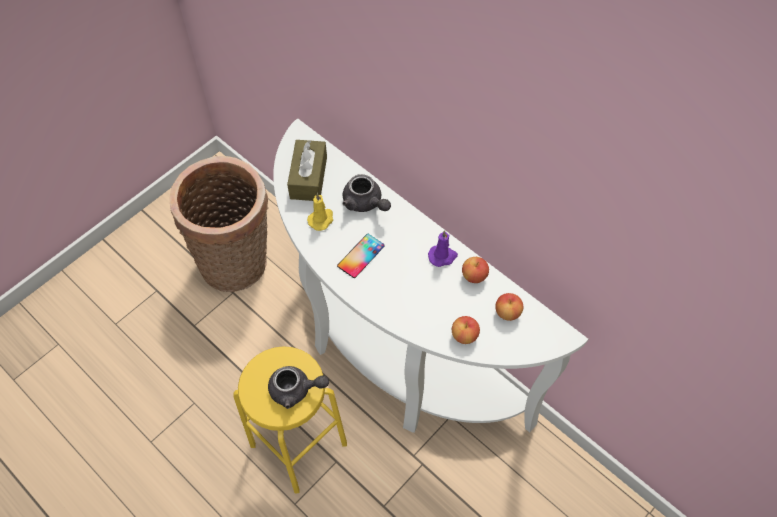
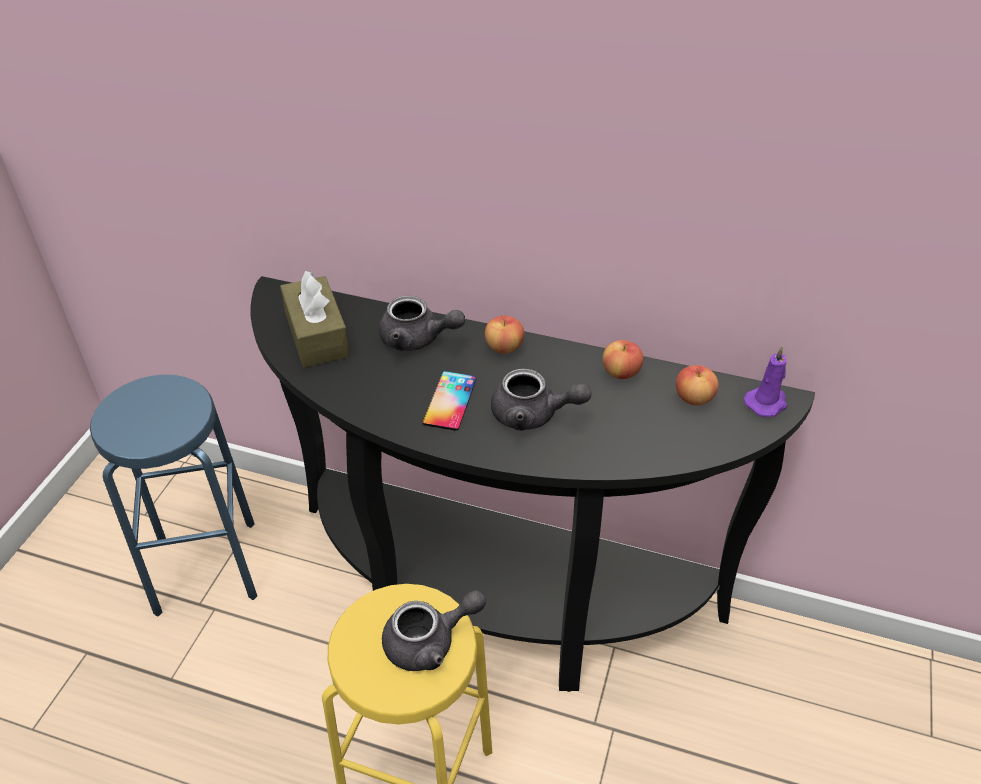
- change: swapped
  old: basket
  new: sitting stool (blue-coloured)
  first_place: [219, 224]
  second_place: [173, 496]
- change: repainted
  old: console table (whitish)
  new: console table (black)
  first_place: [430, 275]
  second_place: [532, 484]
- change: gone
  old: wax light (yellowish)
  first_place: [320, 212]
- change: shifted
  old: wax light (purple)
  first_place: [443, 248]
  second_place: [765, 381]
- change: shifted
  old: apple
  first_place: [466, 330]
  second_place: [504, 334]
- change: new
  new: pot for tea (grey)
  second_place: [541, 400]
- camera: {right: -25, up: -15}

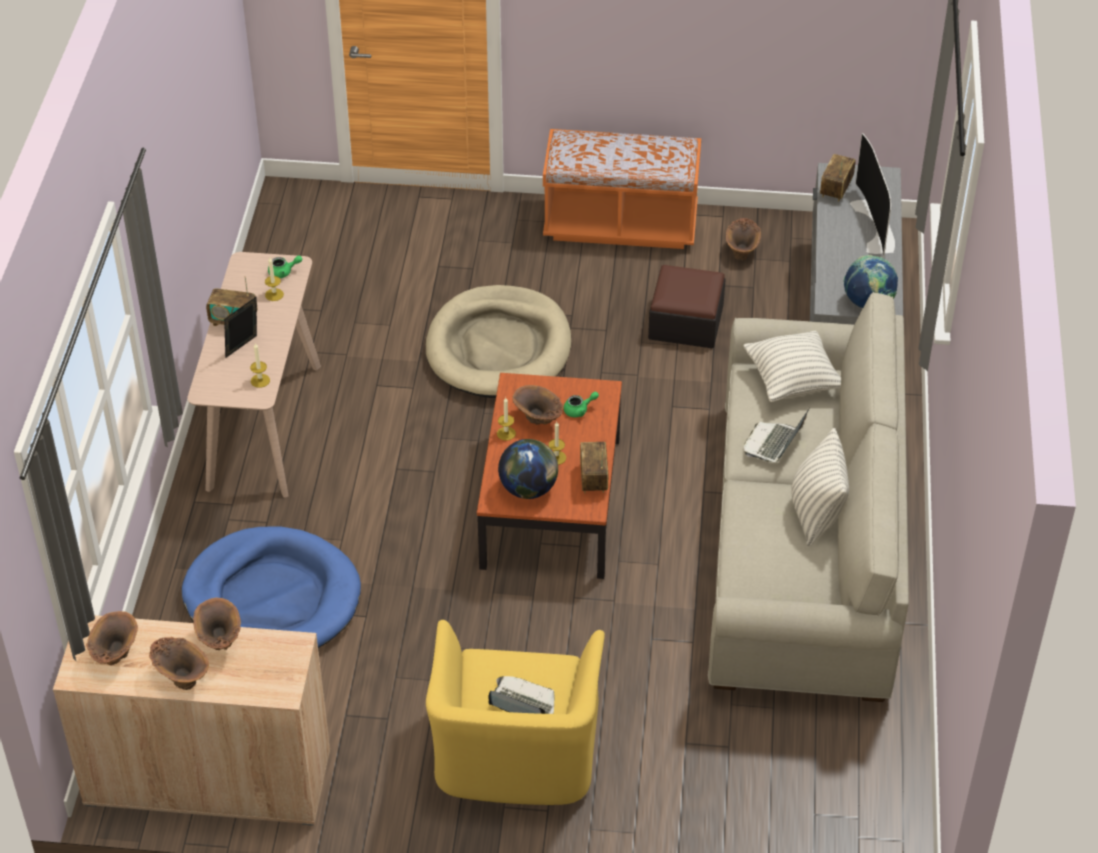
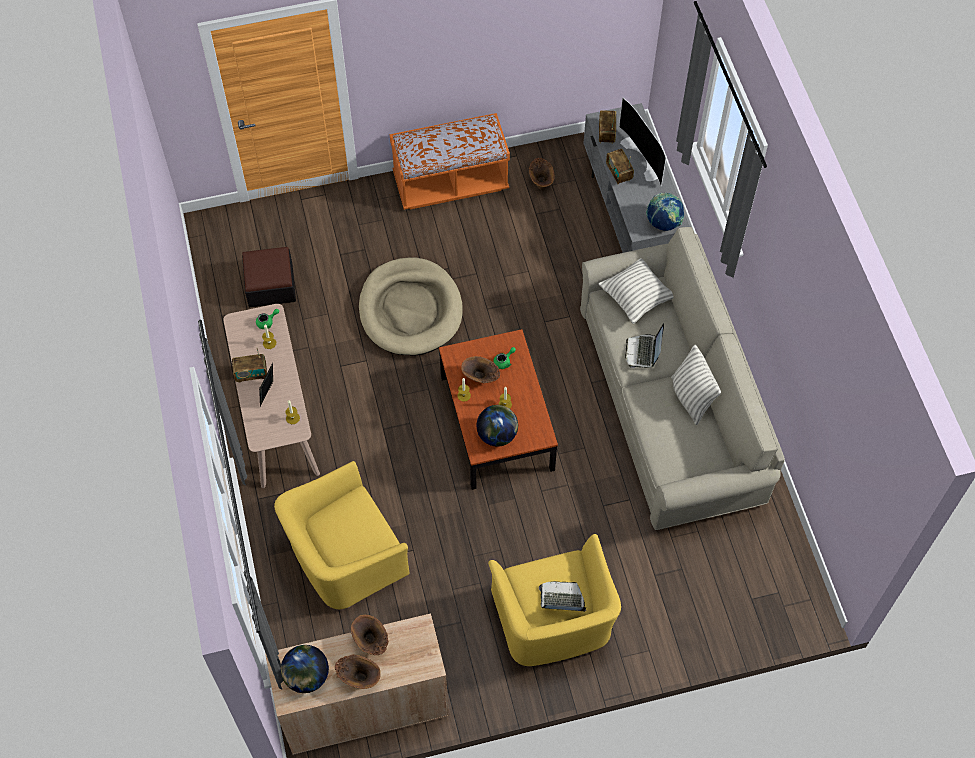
- change: swapped
  old: decorative vase (brownish)
  new: world globe
  first_place: [112, 638]
  second_place: [305, 669]
- change: swapped
  old: dog bed (blue-coloured)
  new: armchair (yellowish)
  first_place: [271, 587]
  second_place: [342, 535]
- change: shifted
  old: radio
  first_place: [594, 467]
  second_place: [620, 166]
- change: shifted
  old: pouffe
  first_place: [687, 306]
  second_place: [269, 277]
- camera: {right: -20, up: 15}

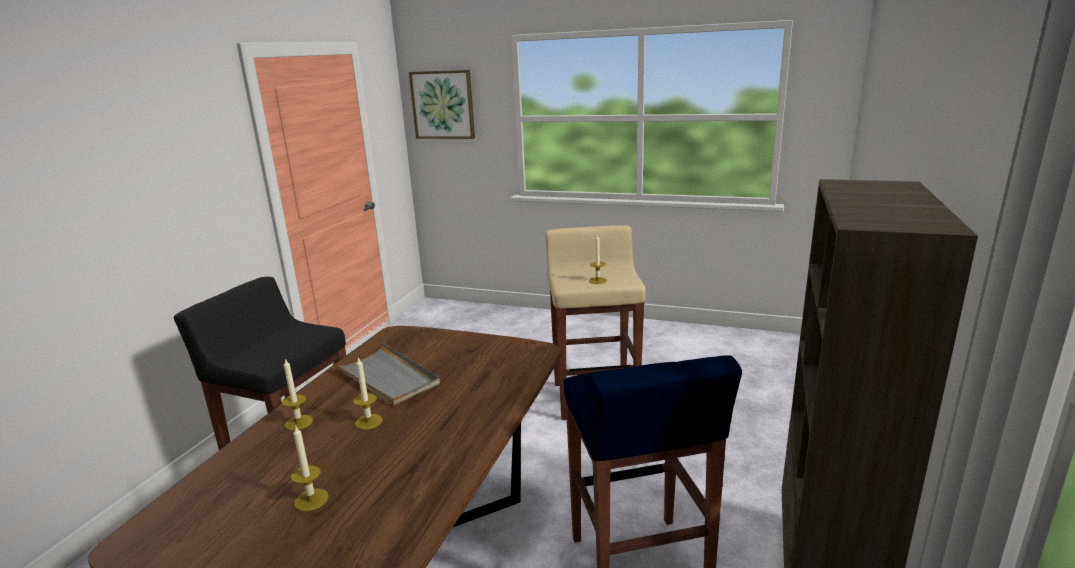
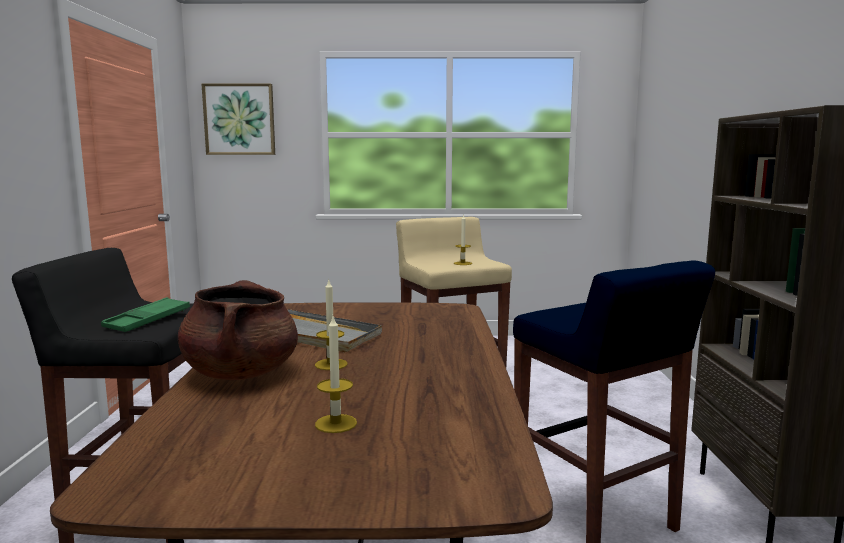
- change: swapped
  old: wax light
  new: saucepot (brownish)
  first_place: [297, 394]
  second_place: [238, 330]
- change: new
  new: carrying tray (green-coloured)
  second_place: [145, 314]
- camera: {right: -20, up: -10}

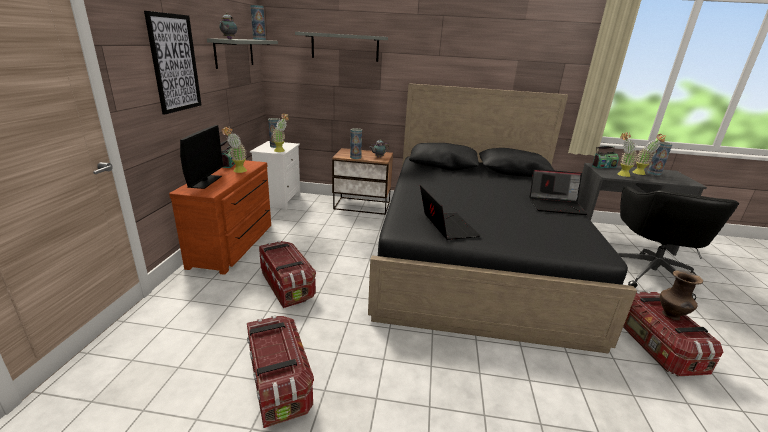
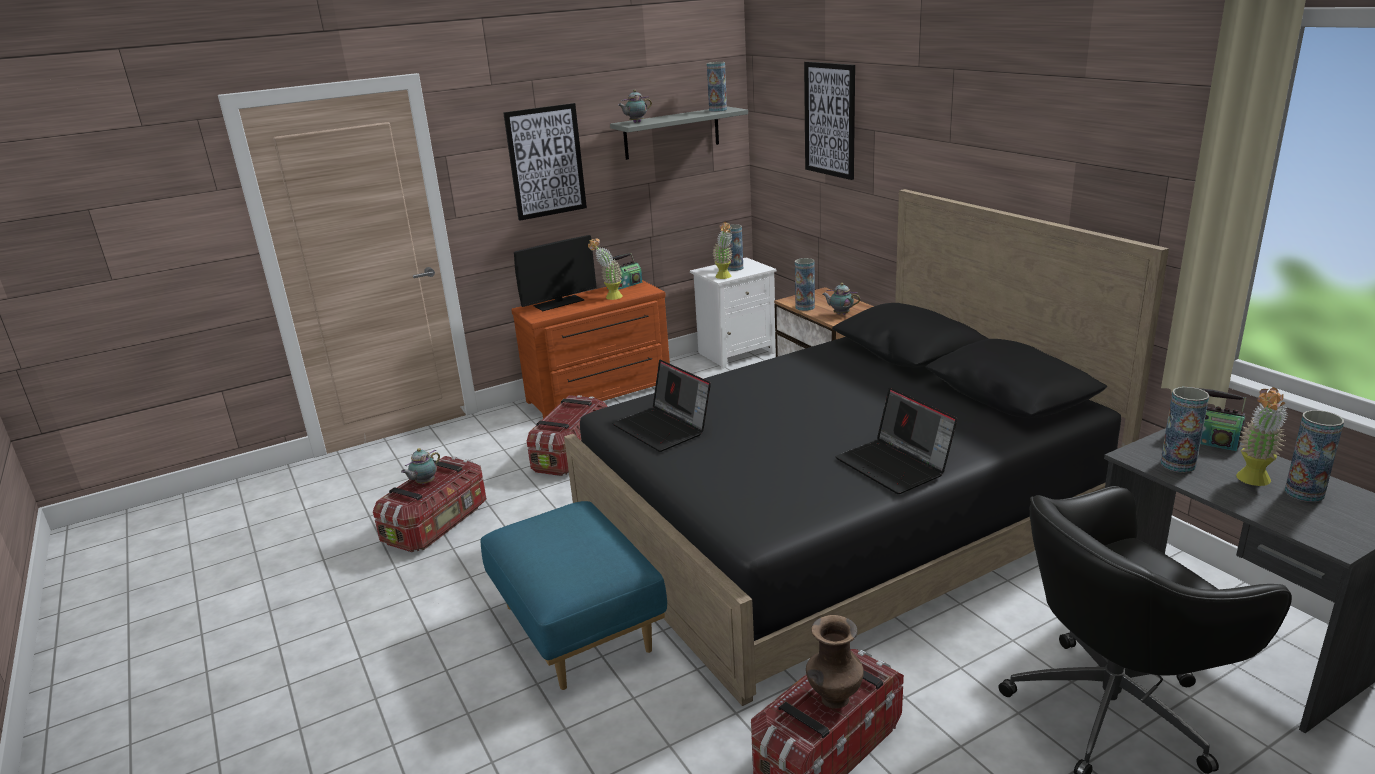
- change: swapped
  old: bracket shelf (grey)
  new: picture
  first_place: [341, 47]
  second_place: [829, 120]
- change: rotated
  old: laptop
  first_place: [450, 212]
  second_place: [661, 406]
  degrees: 105
- change: swapped
  old: houseplant
  new: decorative vase
  first_place: [628, 154]
  second_place: [1184, 430]
- change: new
  new: pot for tea
  second_place: [420, 466]
- change: new
  new: pouffe (blue-coloured)
  second_place: [574, 595]
- camera: {right: 55, up: 0}

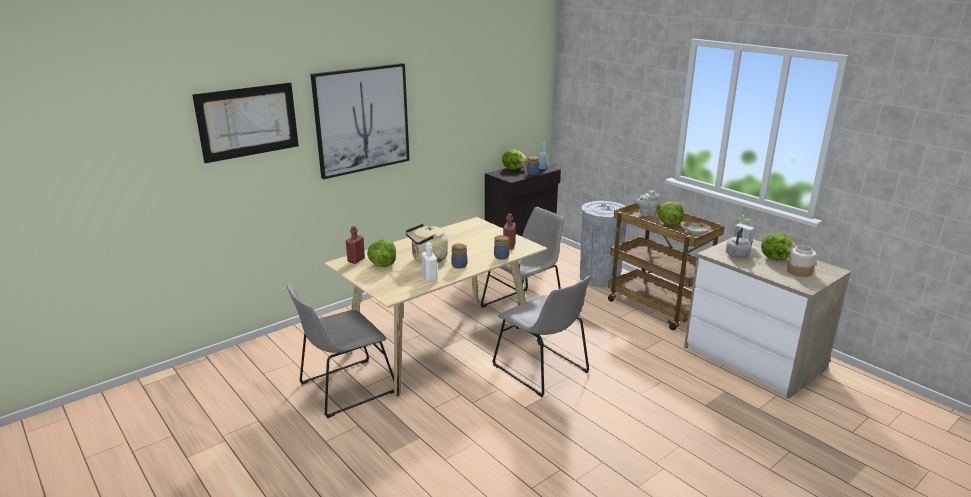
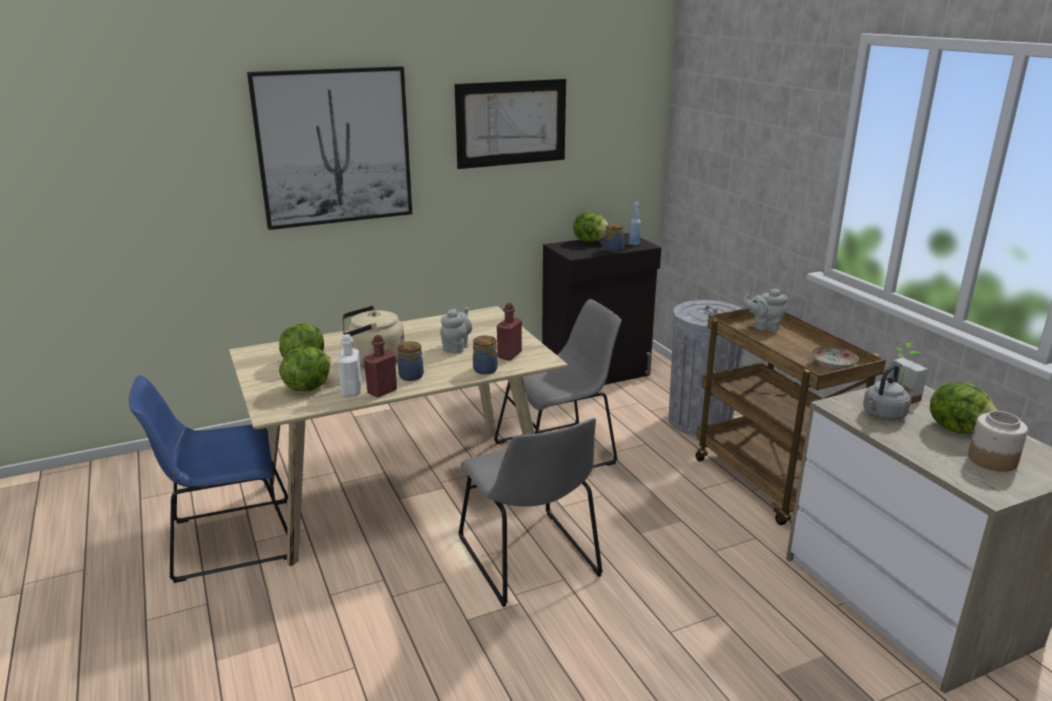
- change: shifted
  old: picture
  first_place: [245, 122]
  second_place: [510, 124]
- change: repainted
  old: chair (grey)
  new: chair (blue-coloured)
  first_place: [340, 351]
  second_place: [208, 479]
- change: shifted
  old: beverage bottle (red-coloured)
  first_place: [355, 245]
  second_place: [380, 366]
- change: shifted
  old: head of lettuce
  first_place: [671, 213]
  second_place: [305, 369]
- change: new
  new: pot for tea (grey)
  second_place: [456, 330]
- camera: {right: 15, up: 0}

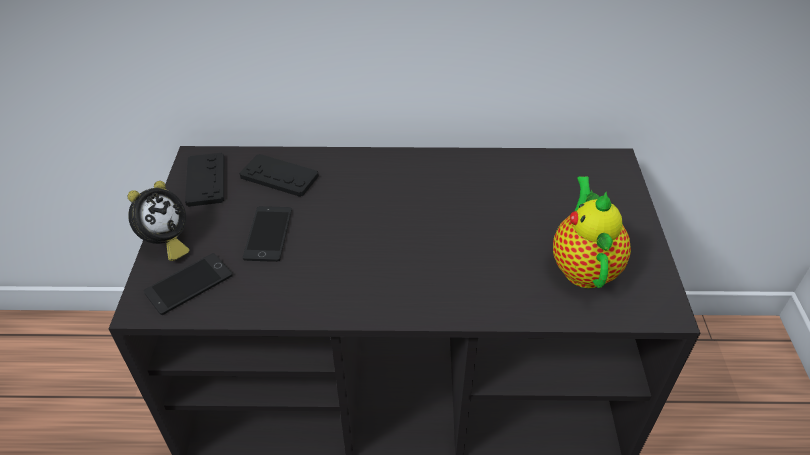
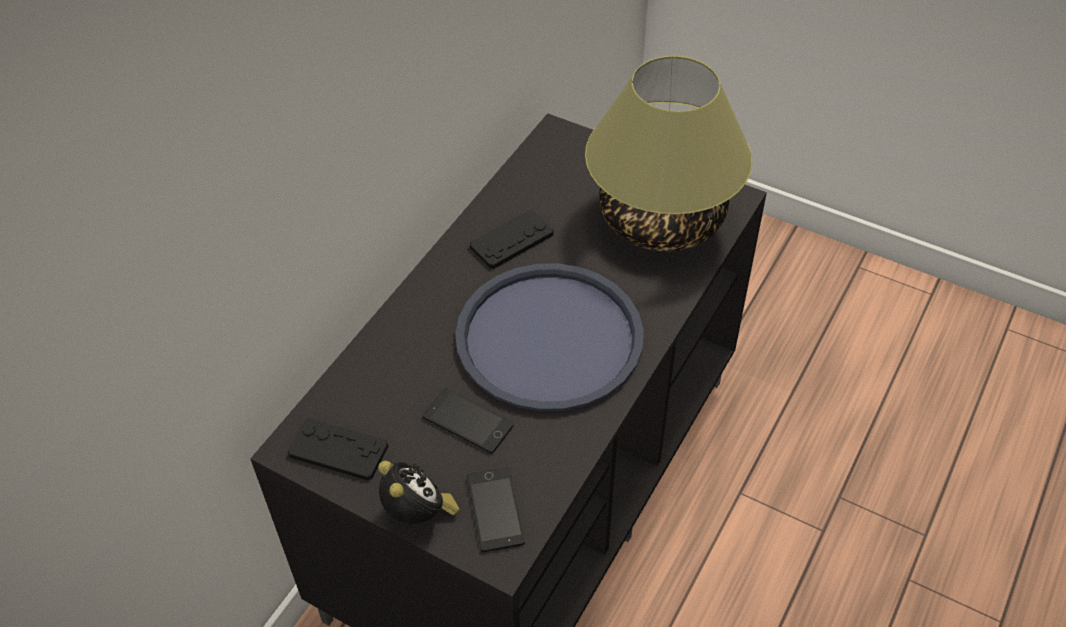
- change: shifted
  old: gamepad (black)
  first_place: [279, 175]
  second_place: [512, 239]
- change: swapped
  old: pot for tea
  new: lamp for a table
  first_place: [592, 232]
  second_place: [668, 153]
- change: new
  new: carrying tray (blue-coloured)
  second_place: [549, 337]
- camera: {right: -60, up: 5}

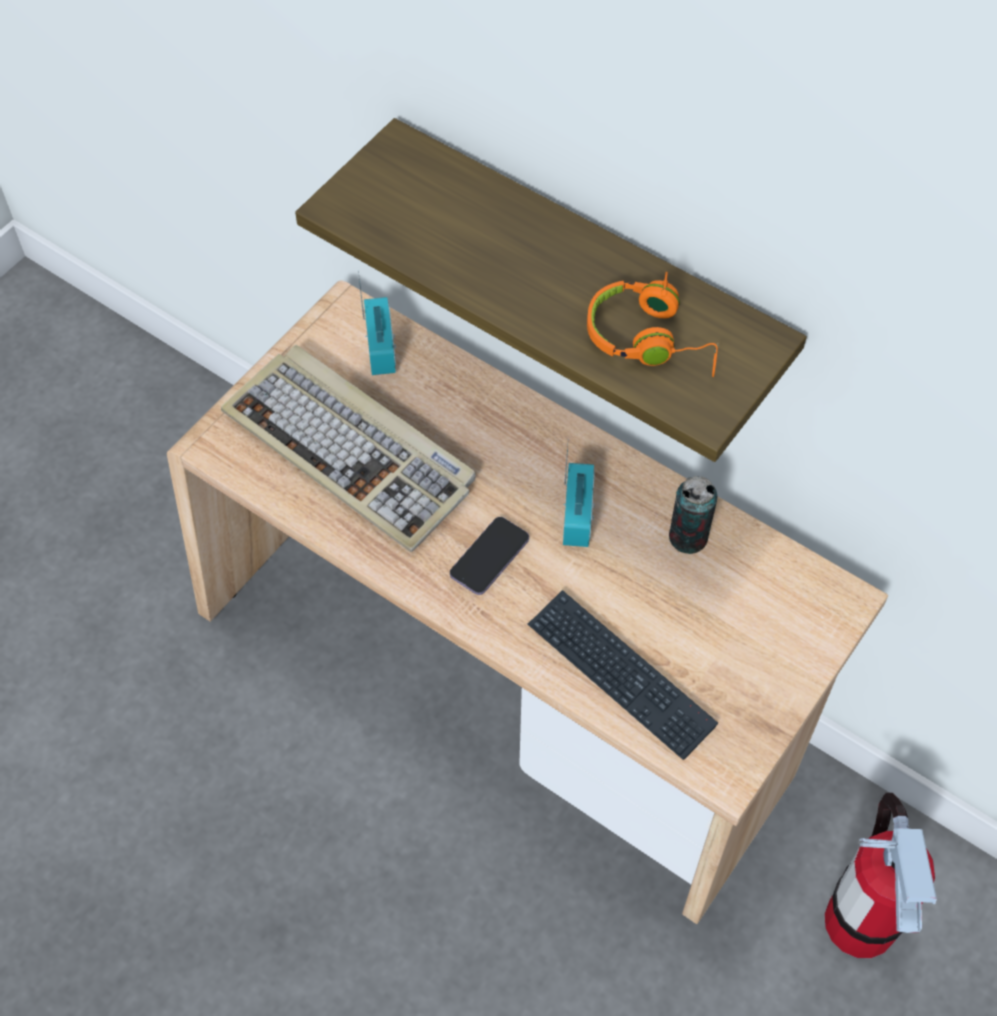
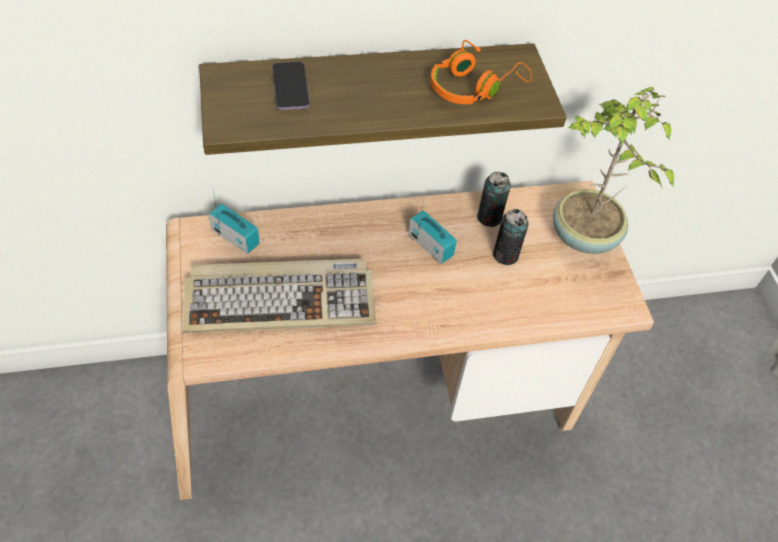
- change: shifted
  old: phone
  first_place: [489, 556]
  second_place: [291, 86]
- change: gone
  old: computer keyboard
  first_place: [623, 675]
- change: gone
  old: fire-fighting cylinder
  first_place: [880, 875]
- change: new
  new: metal can
  second_place: [511, 237]
- change: new
  new: houseplant
  second_place: [613, 170]
- camera: {right: -50, up: -5}

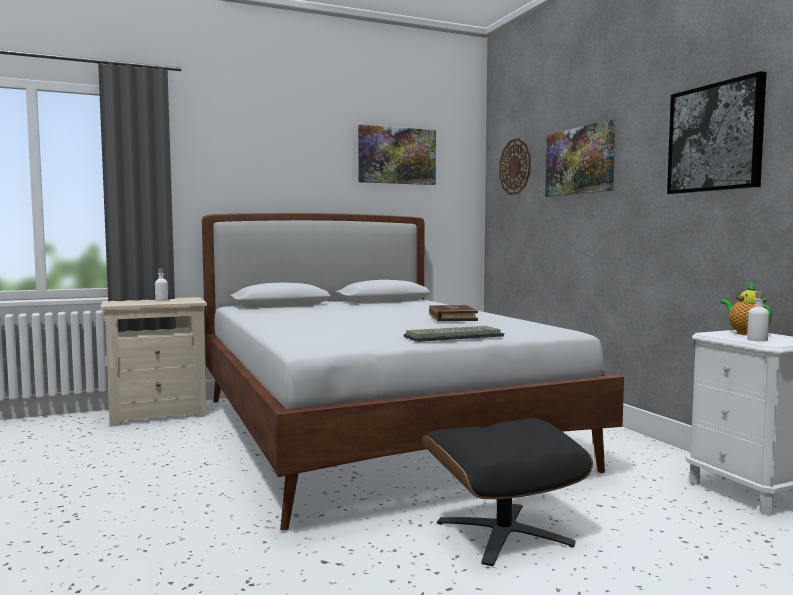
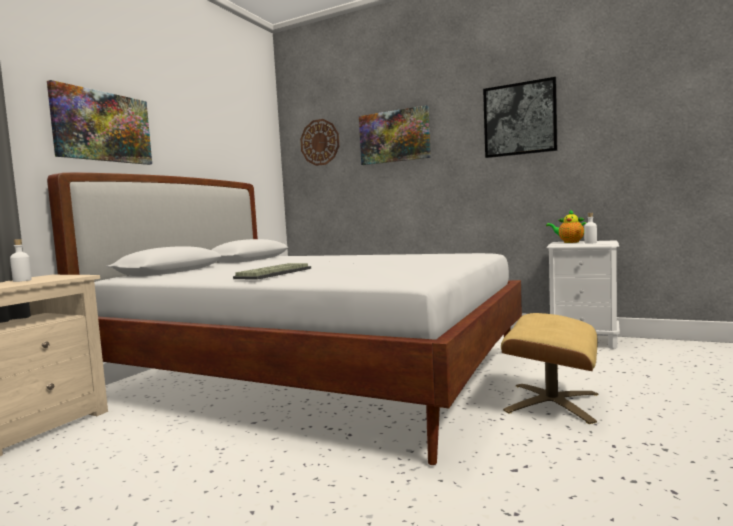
- change: shifted
  old: picture
  first_place: [397, 155]
  second_place: [99, 122]
- change: shifted
  old: computer keyboard
  first_place: [454, 334]
  second_place: [272, 271]
- change: repainted
  old: pouffe (black)
  new: pouffe (sand-coloured)
  first_place: [507, 492]
  second_place: [549, 368]
- change: gone
  old: bound book
  first_place: [453, 313]
- camera: {right: -40, up: 0}

